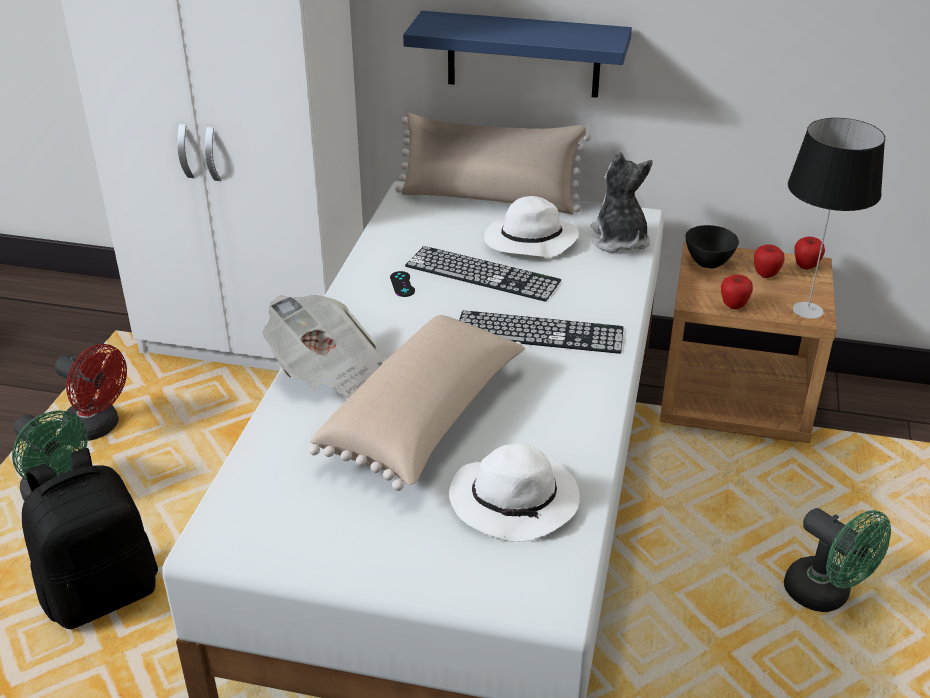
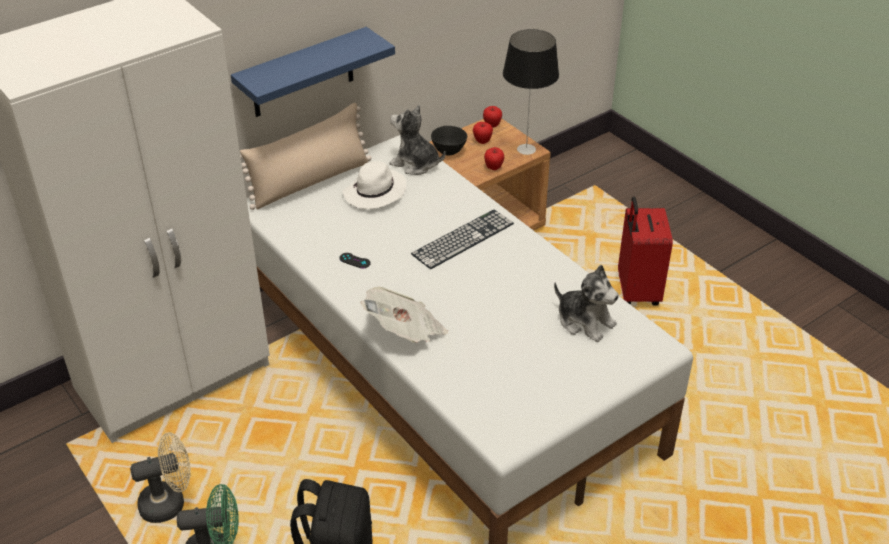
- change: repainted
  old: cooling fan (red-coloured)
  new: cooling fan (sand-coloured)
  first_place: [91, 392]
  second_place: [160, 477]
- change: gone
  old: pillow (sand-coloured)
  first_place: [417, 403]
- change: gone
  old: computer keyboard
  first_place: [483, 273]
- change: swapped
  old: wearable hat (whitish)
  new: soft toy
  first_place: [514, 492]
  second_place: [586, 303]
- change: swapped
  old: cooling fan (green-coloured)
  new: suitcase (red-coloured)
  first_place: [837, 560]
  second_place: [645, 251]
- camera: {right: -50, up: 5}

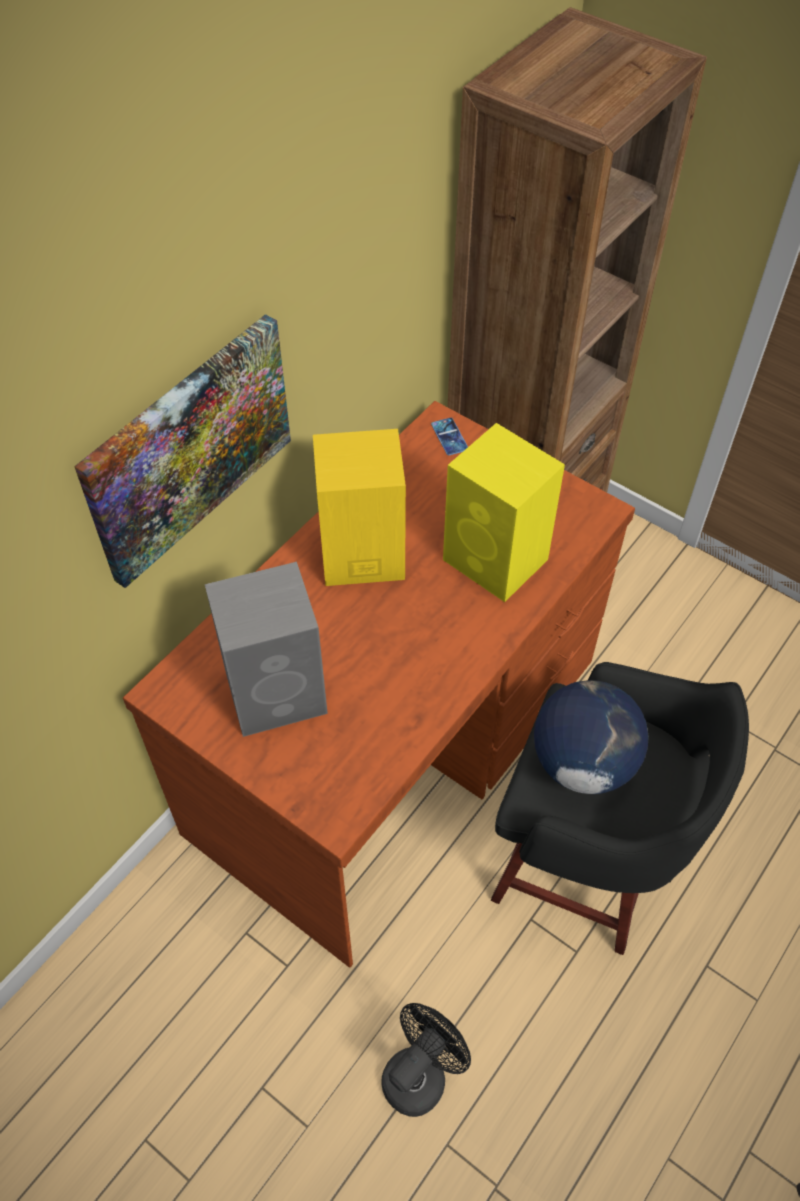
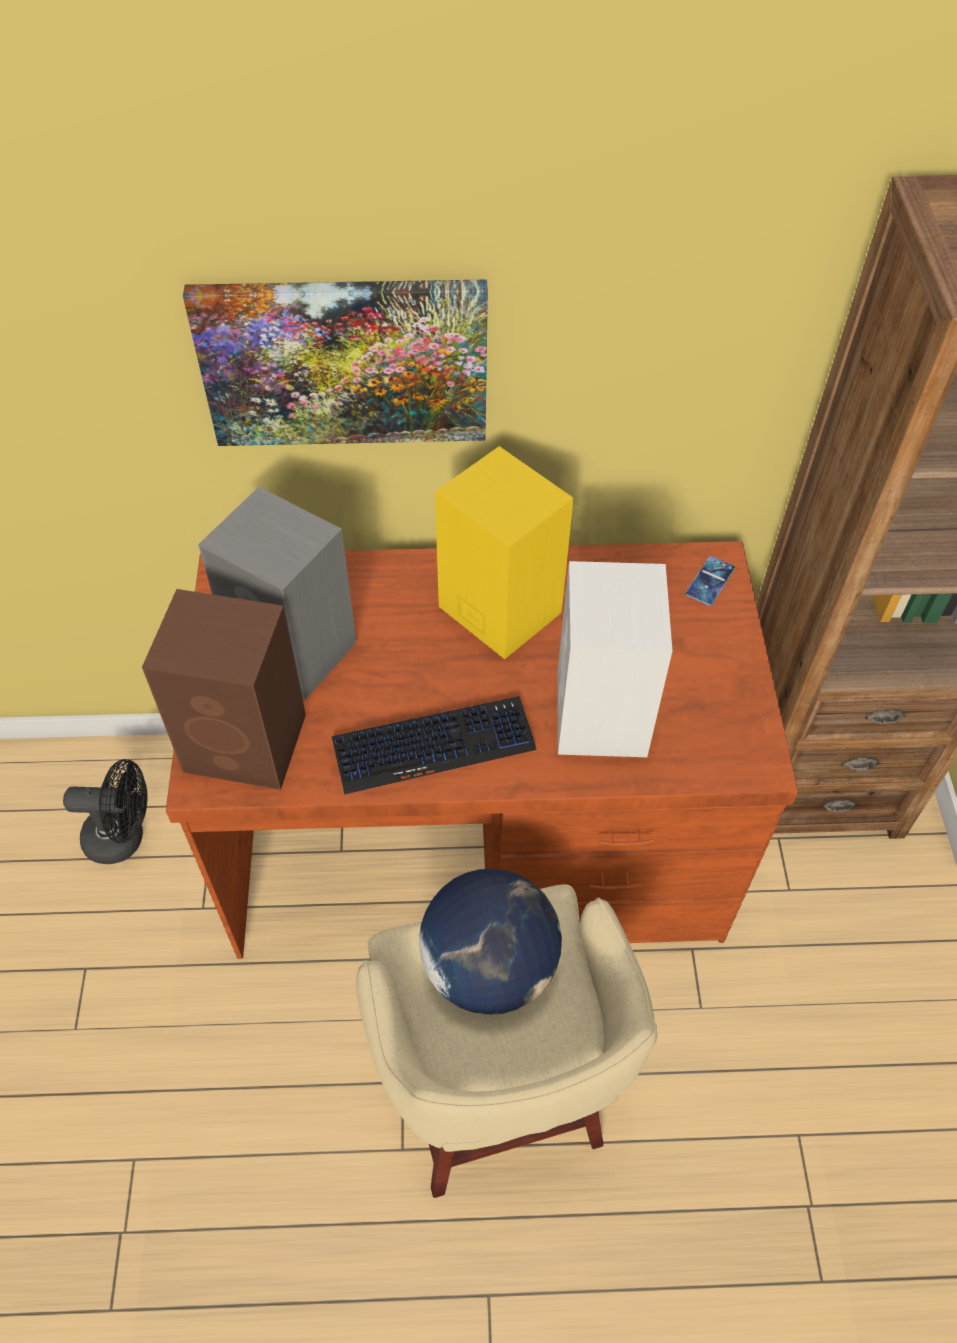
- change: shifted
  old: cooling fan (black)
  first_place: [426, 1060]
  second_place: [105, 811]
- change: repainted
  old: loudspeaker (yellowish)
  new: loudspeaker (whitish)
  first_place: [504, 512]
  second_place: [614, 659]
- change: repainted
  old: sitting stool (black)
  new: sitting stool (sand-coloured)
  first_place: [620, 808]
  second_place: [506, 1041]
- change: new
  new: loudspeaker (brownish)
  second_place: [224, 689]
- change: new
  new: computer keyboard
  second_place: [434, 745]
- camera: {right: 50, up: 0}

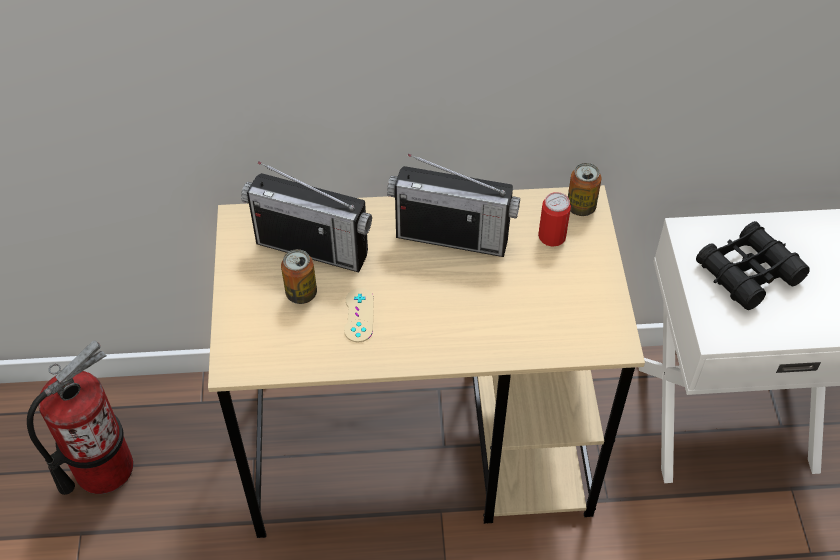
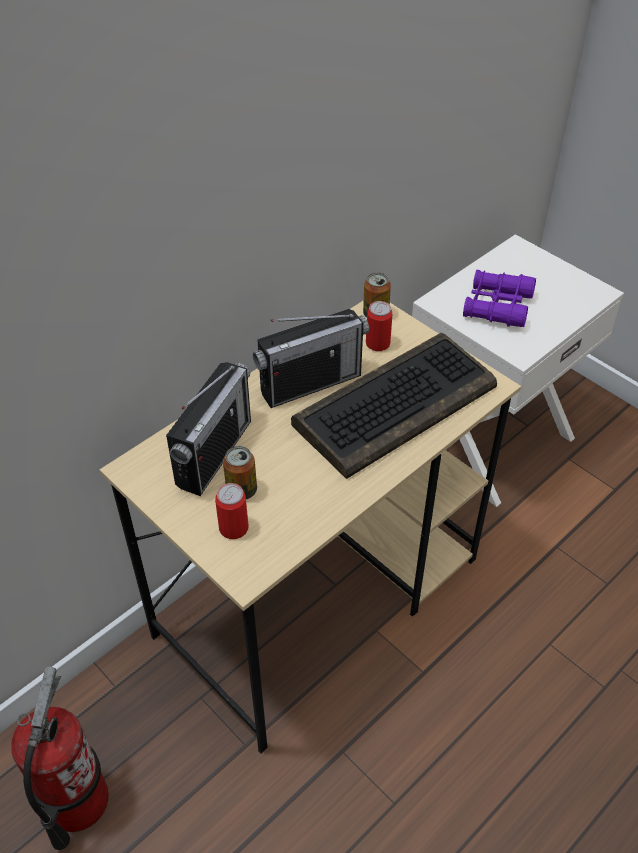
- change: rotated
  old: radio
  first_place: [306, 216]
  second_place: [208, 429]
  degrees: -45
- change: gone
  old: gamepad (sand-coloured)
  first_place: [359, 315]
- change: repainted
  old: field glasses (black)
  new: field glasses (purple)
  first_place: [753, 265]
  second_place: [499, 298]
- change: new
  new: metal can
  second_place: [231, 511]
- change: new
  new: computer keyboard
  second_place: [394, 406]
- camera: {right: -40, up: -5}

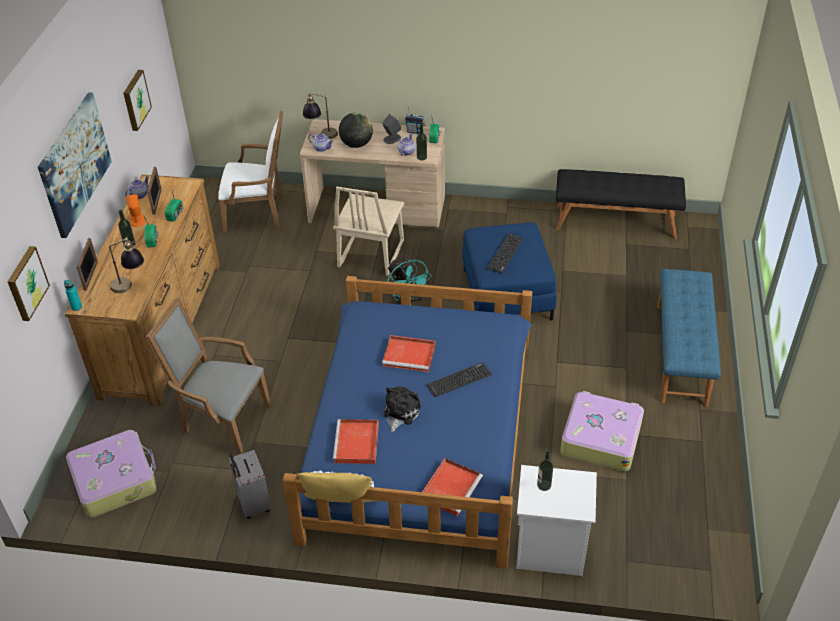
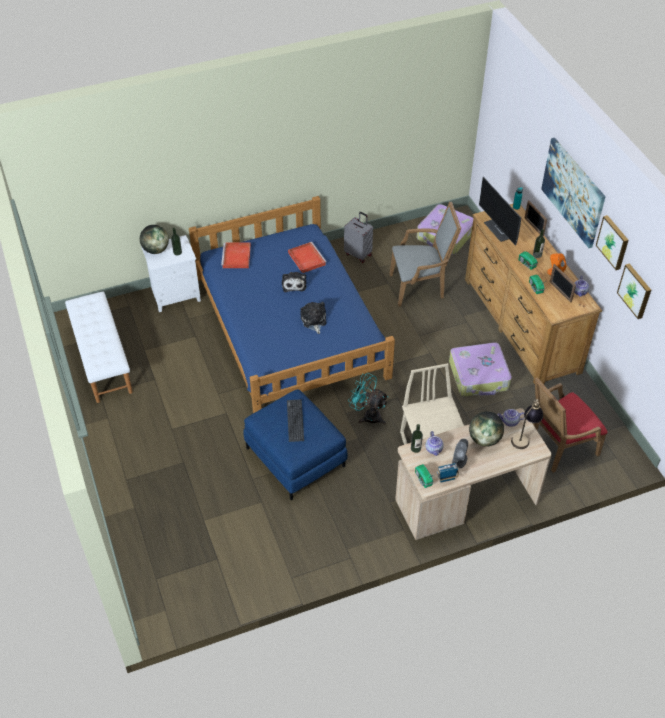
- change: shifted
  old: picture
  first_place: [28, 283]
  second_place: [612, 242]
- change: swapped
  old: lamp for a table
  new: monitor
  first_place: [126, 264]
  second_place: [500, 211]
- change: repainted
  old: armchair (whitish)
  new: armchair (red-coloured)
  first_place: [251, 171]
  second_place: [570, 425]
- change: gone
  old: pillow (yellowish)
  first_place: [335, 487]
- change: swapped
  old: carrying tray (red-coloured)
  new: soft toy
  first_place: [409, 353]
  second_place: [313, 318]
- change: gone
  old: computer keyboard
  first_place: [459, 379]
- change: gone
  old: long seat (black)
  first_place: [621, 204]
- change: shifted
  old: suitcase
  first_place: [602, 431]
  second_place: [480, 369]
- change: gone
  old: long seat (blue-coloured)
  first_place: [689, 338]
- change: new
  new: long seat (whitish)
  second_place: [99, 347]
- change: new
  new: world globe
  second_place: [154, 239]
- camera: {right: 150, up: 5}

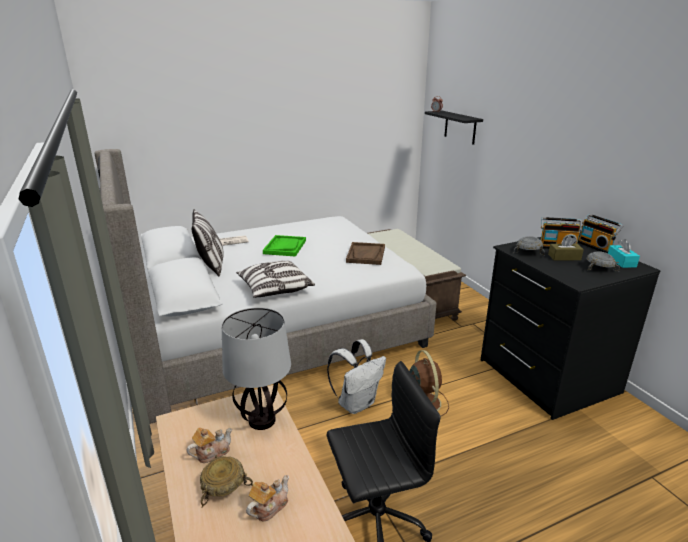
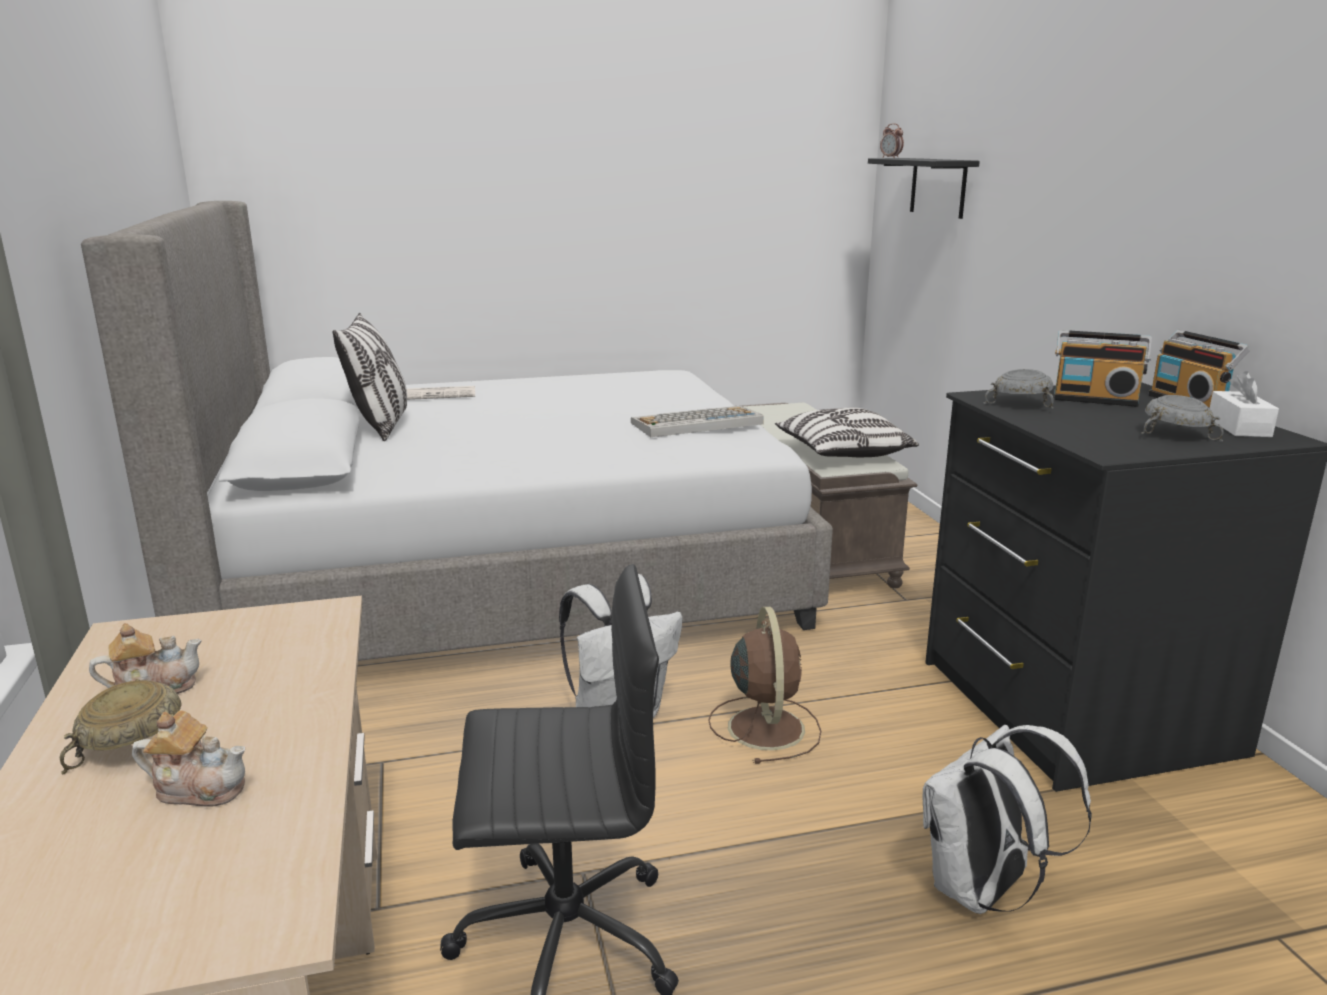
- change: gone
  old: lamp for a table
  first_place: [256, 369]
- change: shifted
  old: pillow
  first_place: [275, 279]
  second_place: [847, 432]
- change: rotated
  old: pot for tea
  first_place: [267, 498]
  second_place: [188, 758]
  degrees: 45
- change: gone
  old: carrying tray (green-coloured)
  first_place: [284, 246]
- change: swapped
  old: carrying tray (brownish)
  new: computer keyboard
  first_place: [365, 253]
  second_place: [697, 421]
- change: gone
  old: box of tissues (brownish)
  first_place: [566, 248]
- change: repainted
  old: box of tissues (blue-green)
  new: box of tissues (whitish)
  first_place: [624, 253]
  second_place: [1244, 404]
- change: new
  new: backpack (whitish)
  second_place: [1007, 819]
- camera: {right: 10, up: -5}

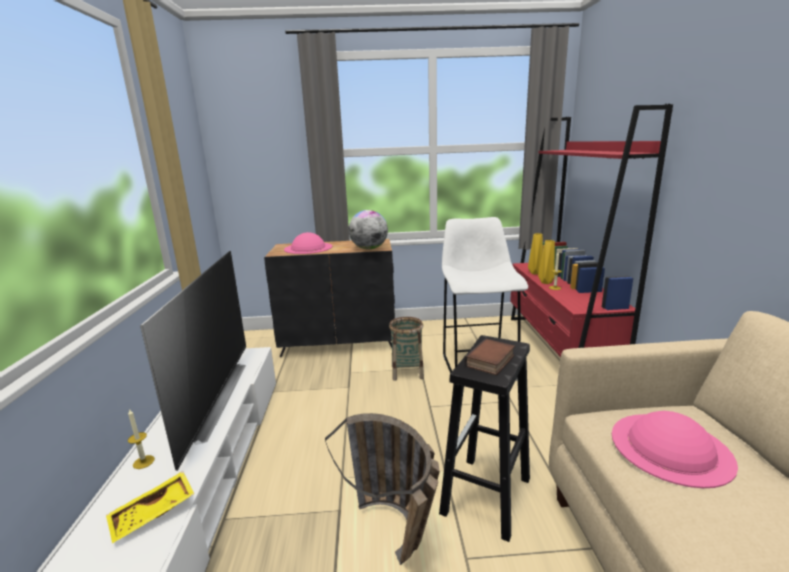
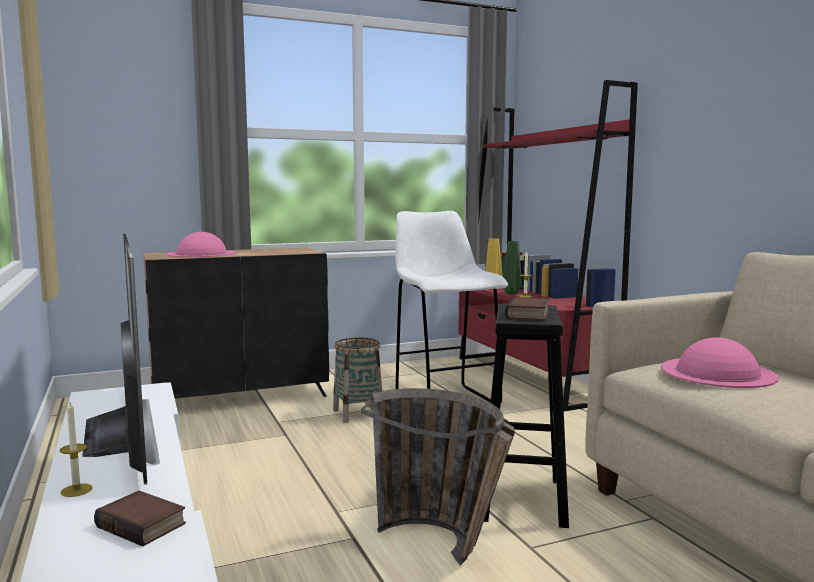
- change: swapped
  old: carrying tray (yellowish)
  new: bound book
  first_place: [150, 507]
  second_place: [140, 519]
- change: gone
  old: world globe
  first_place: [368, 229]
- change: repainted
  old: decorative vase (yellowish)
  new: decorative vase (green-coloured)
  first_place: [546, 262]
  second_place: [512, 268]
- camera: {right: -20, up: -10}

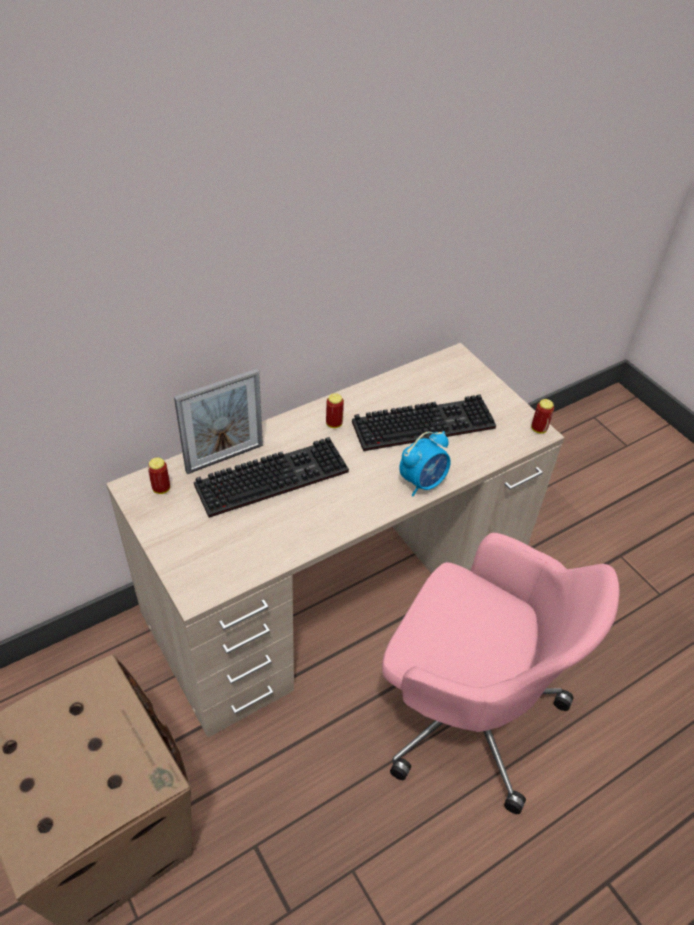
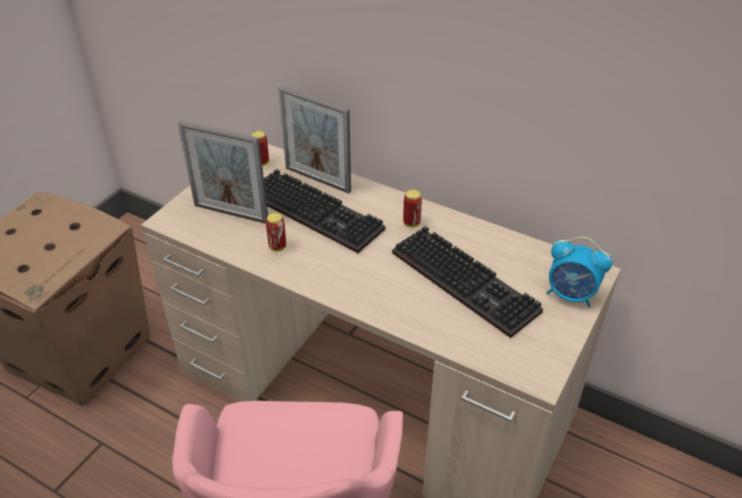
- change: shifted
  old: table clock
  first_place: [425, 463]
  second_place: [579, 272]
- change: shifted
  old: metal can
  first_place: [542, 416]
  second_place: [276, 232]
- change: new
  new: standing frame
  second_place: [223, 172]
- camera: {right: 65, up: -5}

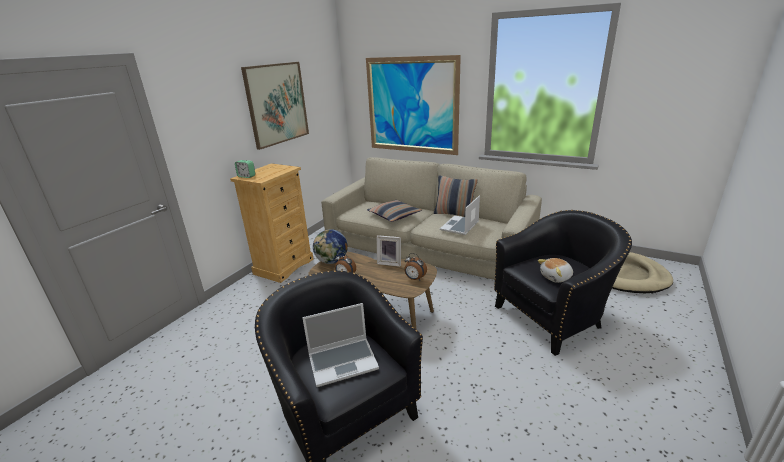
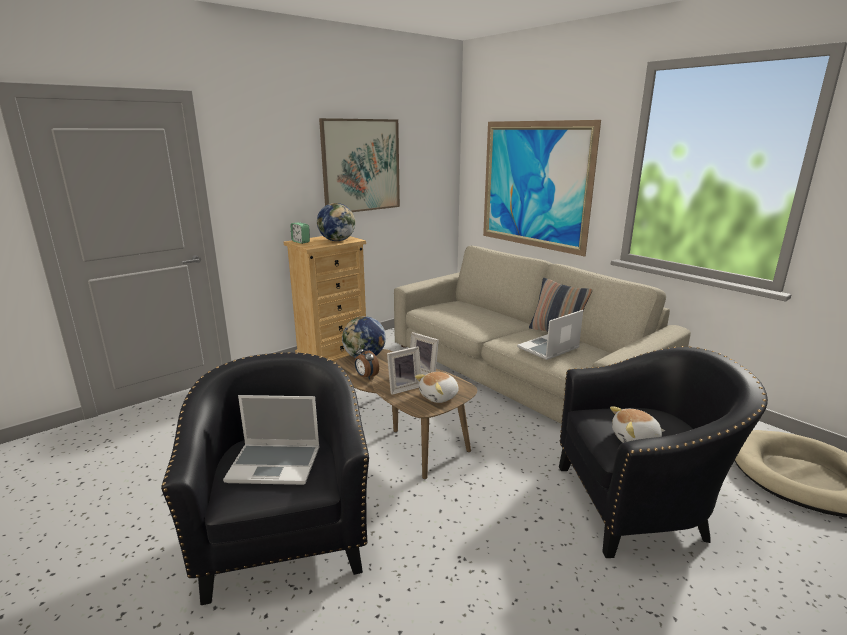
- change: gone
  old: pillow
  first_place: [394, 211]
- change: swapped
  old: table clock
  new: soft toy
  first_place: [415, 267]
  second_place: [437, 387]
- change: new
  new: world globe
  second_place: [336, 222]
- change: new
  new: standing frame
  second_place: [404, 370]
- camera: {right: 20, up: -5}

